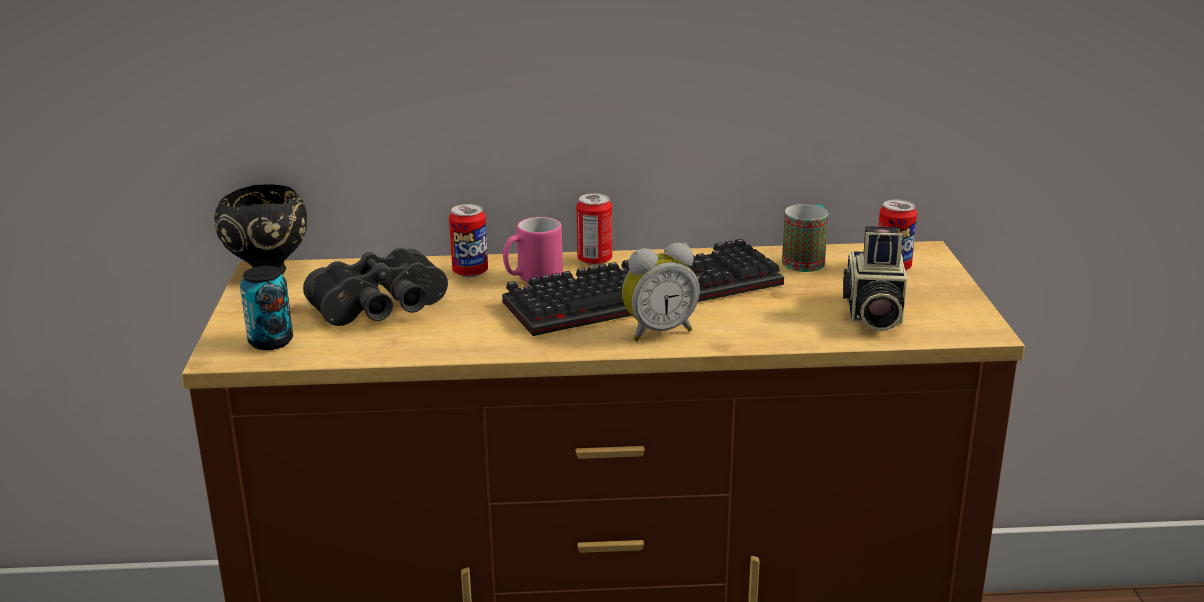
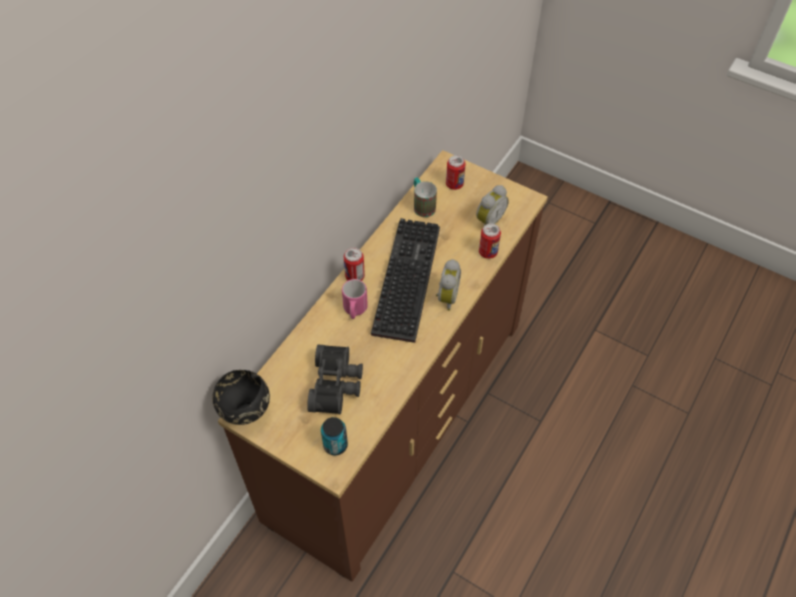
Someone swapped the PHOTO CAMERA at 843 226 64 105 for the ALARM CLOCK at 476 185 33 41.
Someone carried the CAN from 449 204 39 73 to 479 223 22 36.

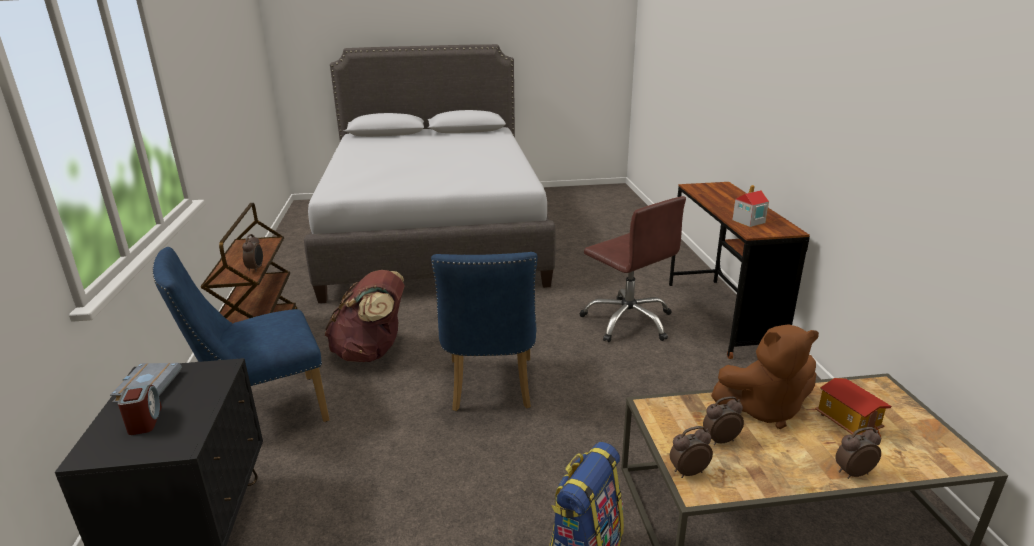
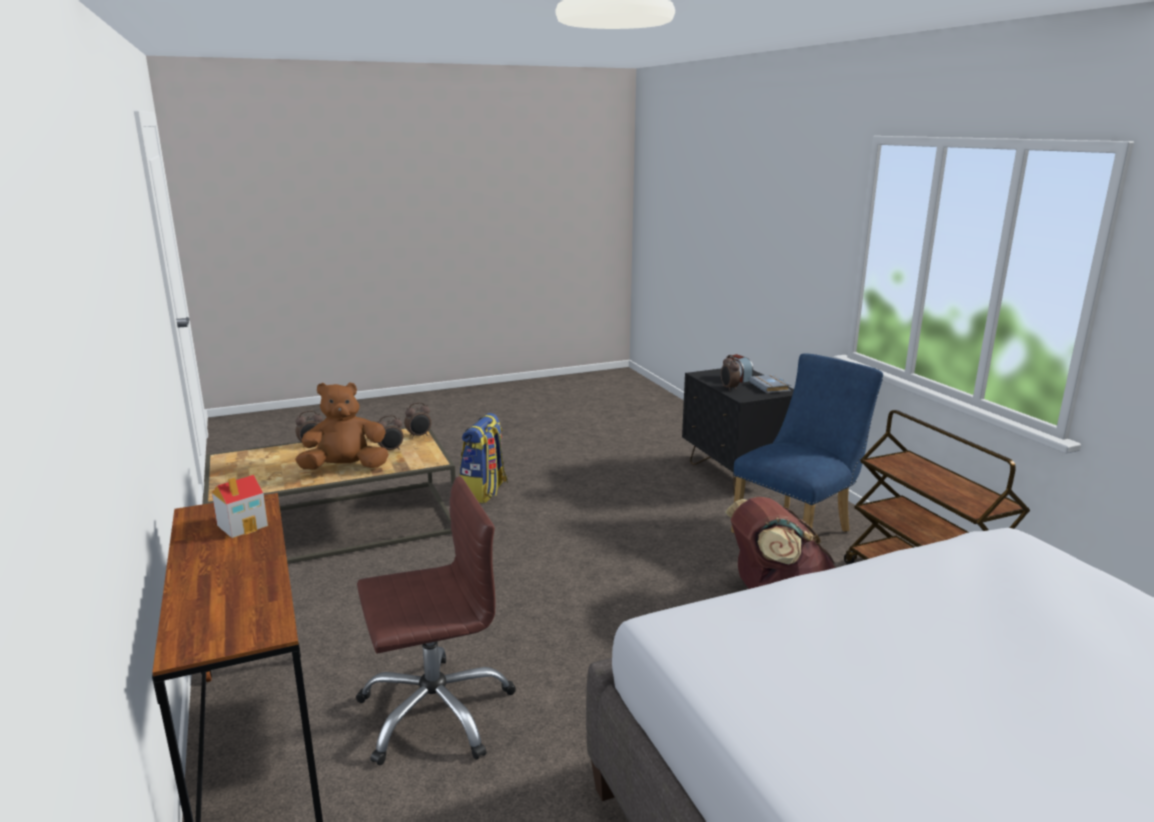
Someone rotated the BROWN OFFICE CHAIR at 580 196 106 146 by 120 degrees clockwise.
Someone carried the ALARM CLOCK from 242 234 21 38 to 721 355 19 36.
Someone took away the BLUE CHAIR at 431 252 107 159.
Someone took away the TOY HOUSE at 815 378 77 61.

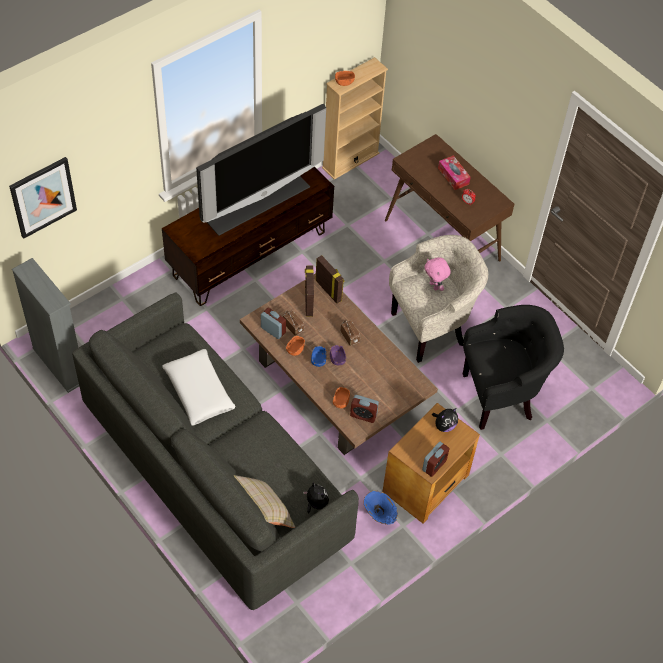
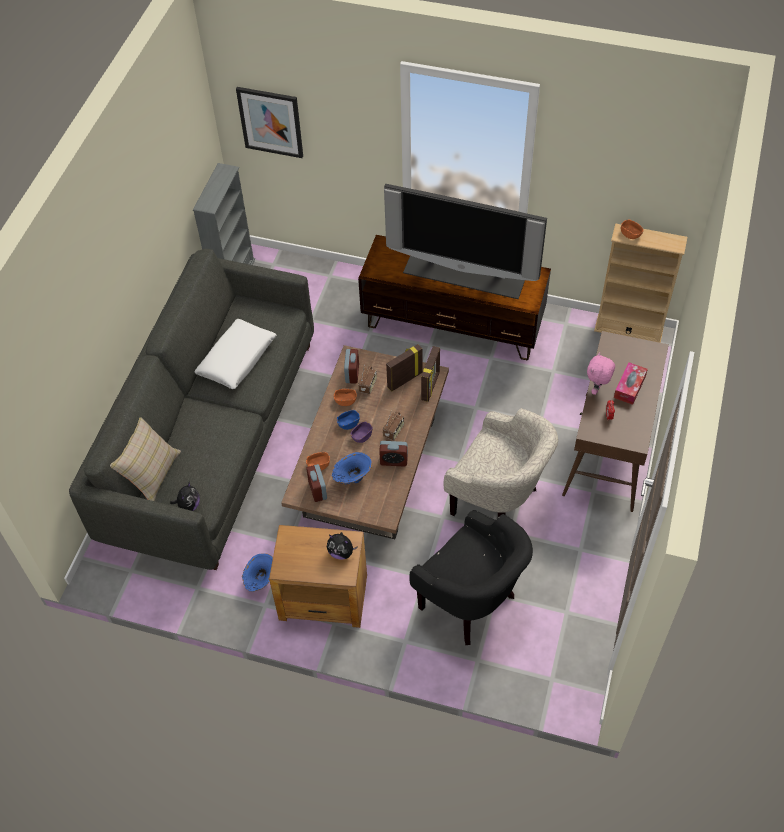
Someone put down the BLUE VASE at 332 452 40 32.
Someone carried the ALARM CLOCK from 422 442 28 35 to 379 441 29 26.
Someone carried the PINK PLUSH TOY from 424 257 27 34 to 587 352 28 43.

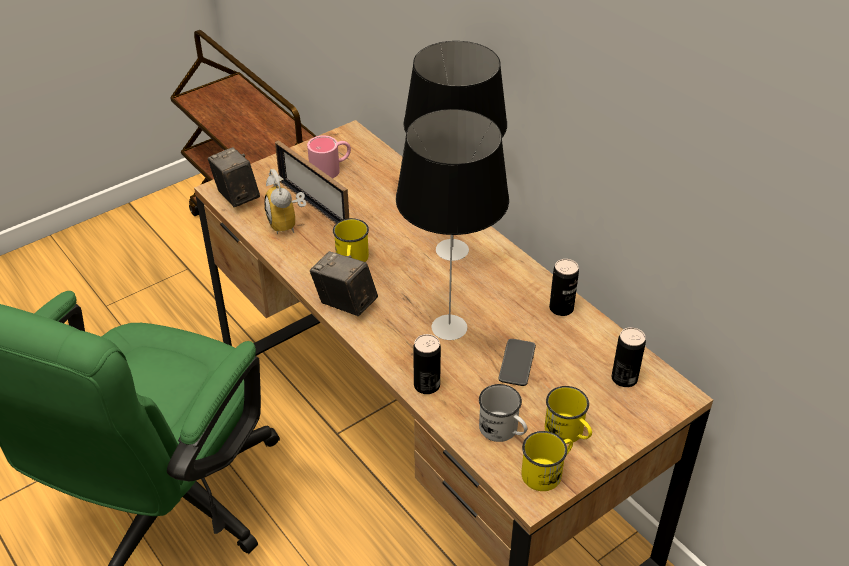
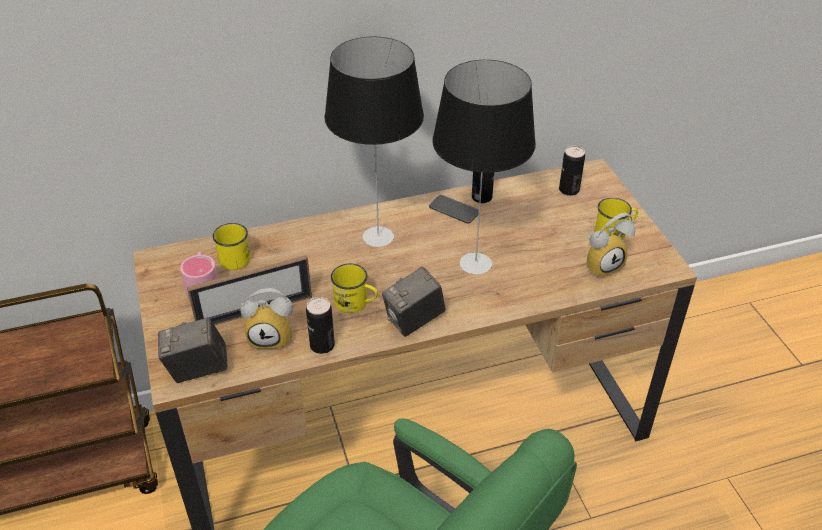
Someone carried the YELLOW MUG from 521 431 52 60 to 213 223 37 47.
Someone carried the CAN from 413 334 28 60 to 306 297 29 57.
Someone carried the PHONE from 498 339 38 47 to 429 195 50 28.
Someone swapped the WHITE MUG at 479 384 48 58 for the ALARM CLOCK at 587 213 48 65.

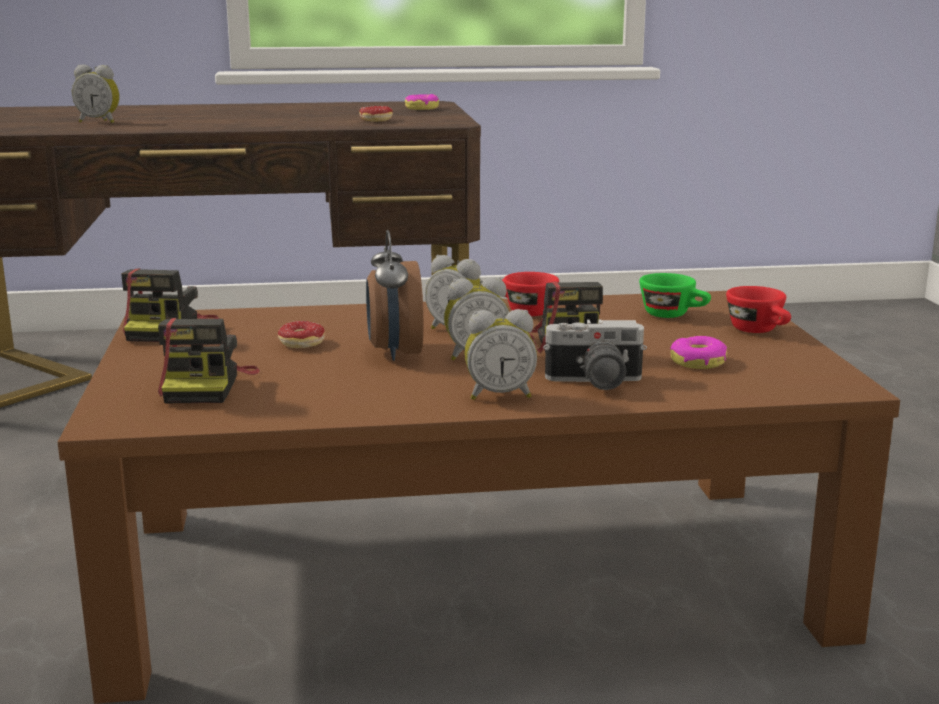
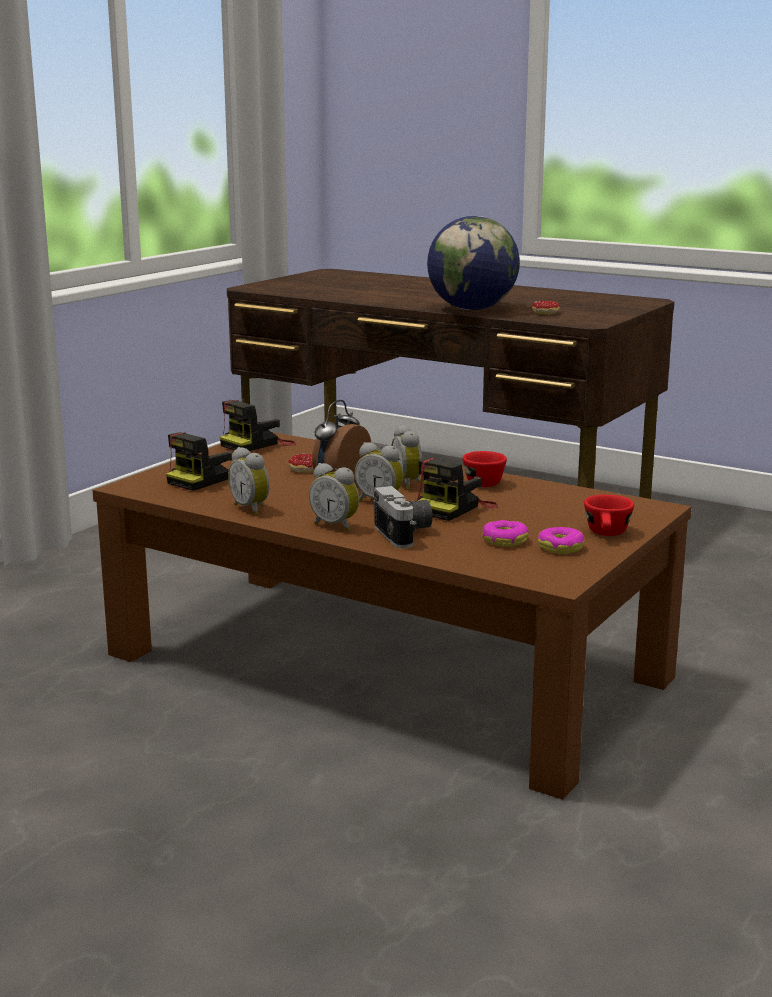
Someone carried the ALARM CLOCK from 72 64 48 59 to 228 447 42 68.
Someone rotated the PHOTO CAMERA at 543 320 104 70 by 150 degrees counterclockwise.
Someone put down the GLOBE at 427 216 93 94.
Someone carried the DONUT from 405 94 34 16 to 538 527 46 27.
Someone took away the GREEN CUP at 639 273 72 45.

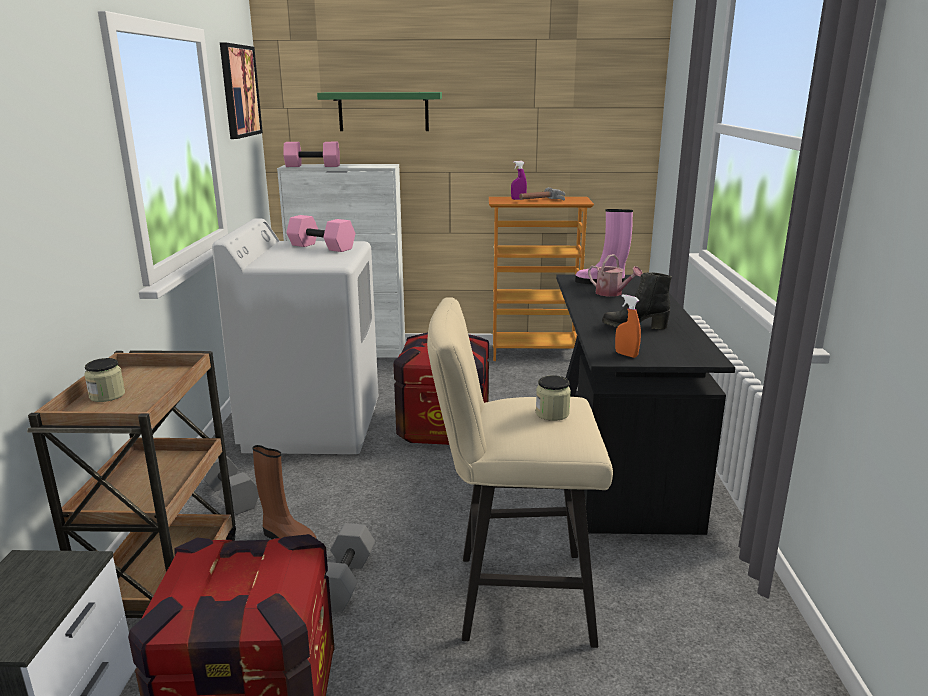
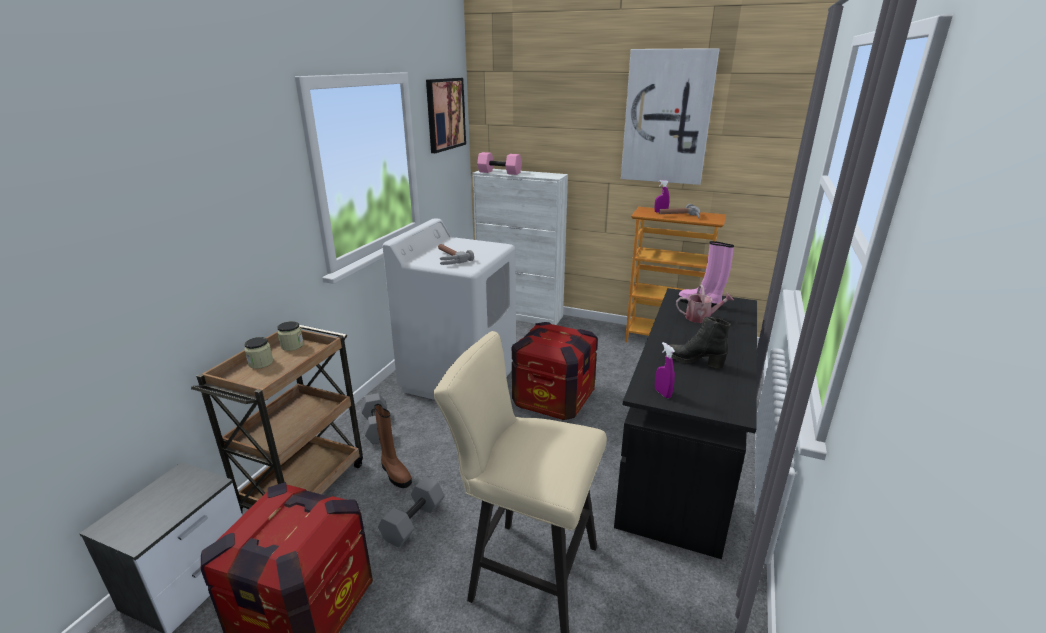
Someone carried the JAR from 536 375 35 46 to 277 321 27 30.
Someone put down the HAMMER at 438 244 36 21.
Someone put up the PICTURE at 621 48 98 137.
Someone repainted the ORANGE SPRAY BOTTLE at 615 294 26 64, which became the PURPLE SPRAY BOTTLE at 655 342 20 56.
Someone rotated the WATERING CAN at 588 254 55 43 by 60 degrees counterclockwise.
Someone took away the PINK DUMBBELL at 286 215 69 37.
Someone took away the GREEN SHELF at 317 92 125 39.

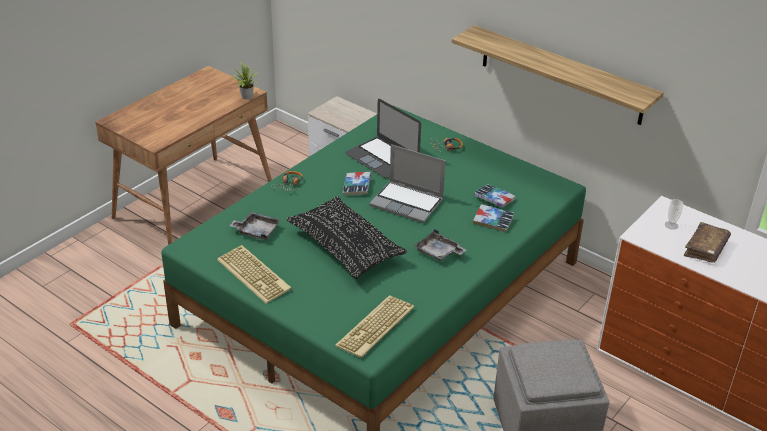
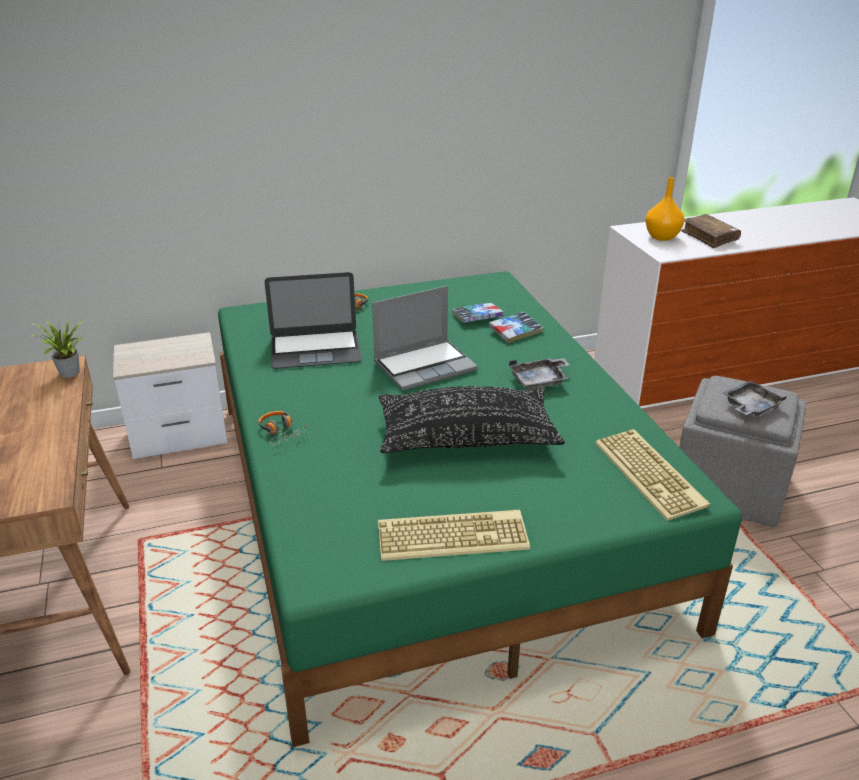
Someone swapped the CUP at 665 199 18 31 for the ORANGE VASE at 645 177 39 64.
Someone carried the GREY TRAY from 229 212 52 28 to 723 381 64 35.
Someone took away the BOOK at 343 172 28 23.
Someone took away the SHELF at 452 25 212 100.

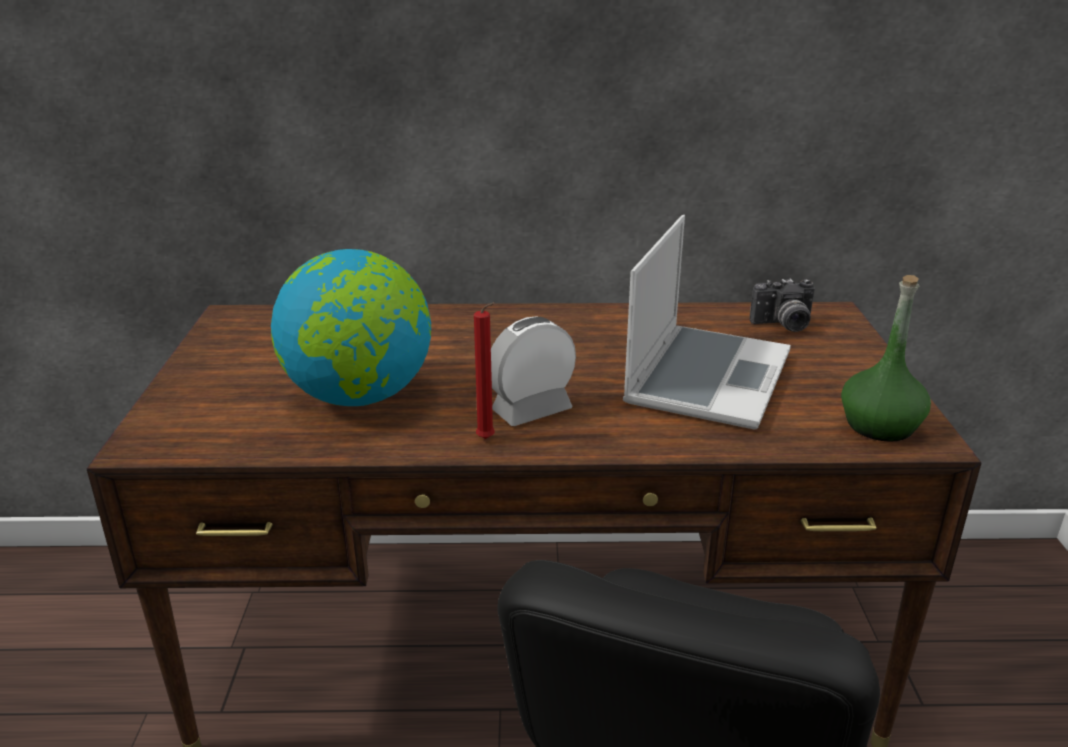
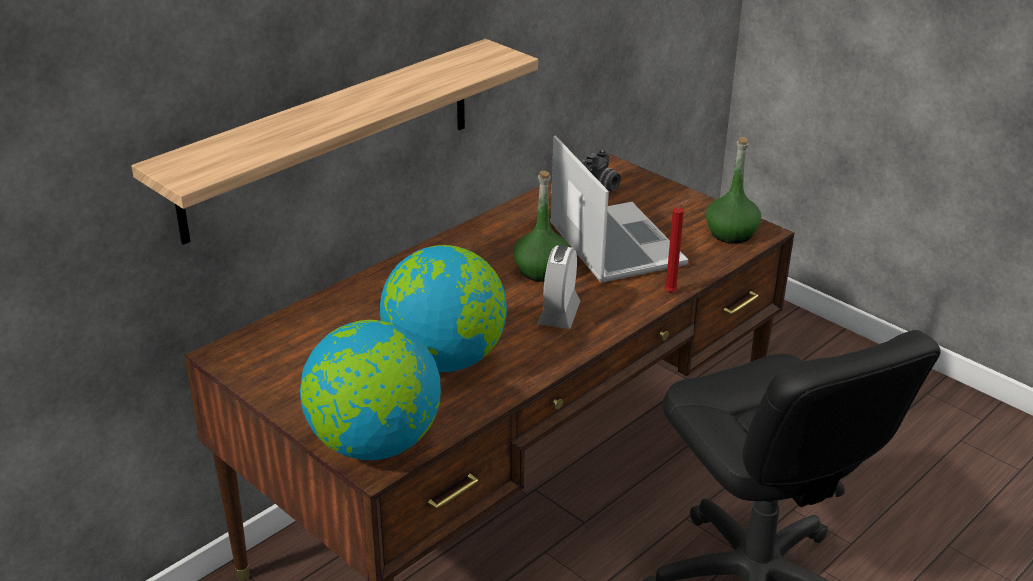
Someone put up the SHELF at 131 39 407 206.
Someone put down the GLOBE at 300 320 141 140.
Someone put down the GREEN BOTTLE at 513 171 57 111.
Someone carried the RED CANDLE from 474 302 21 137 to 665 199 26 94.

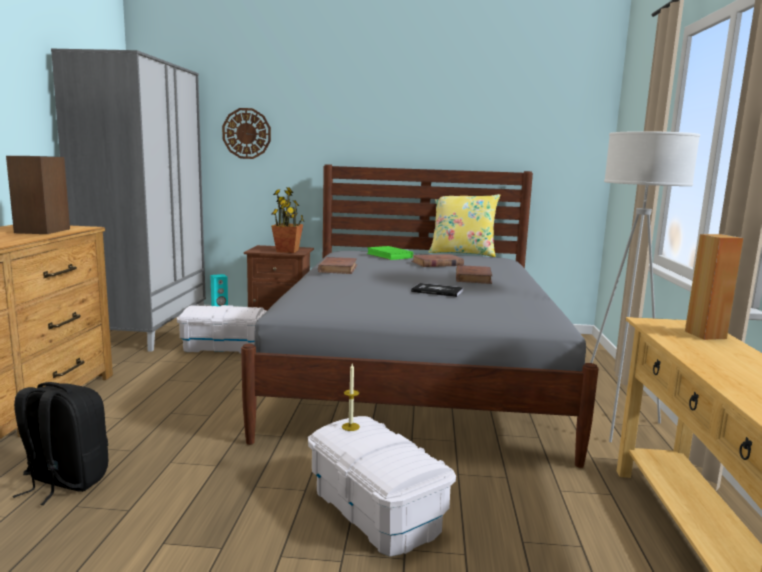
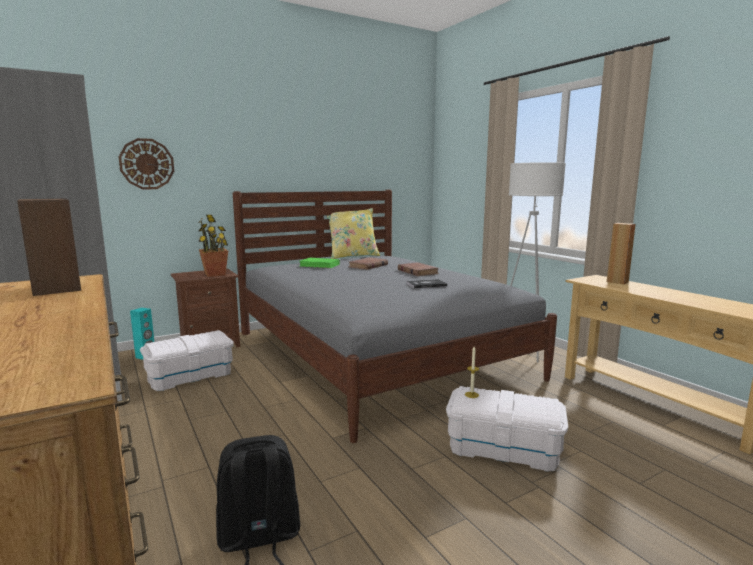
Someone took away the BROWN BOOK at 318 257 39 17.

